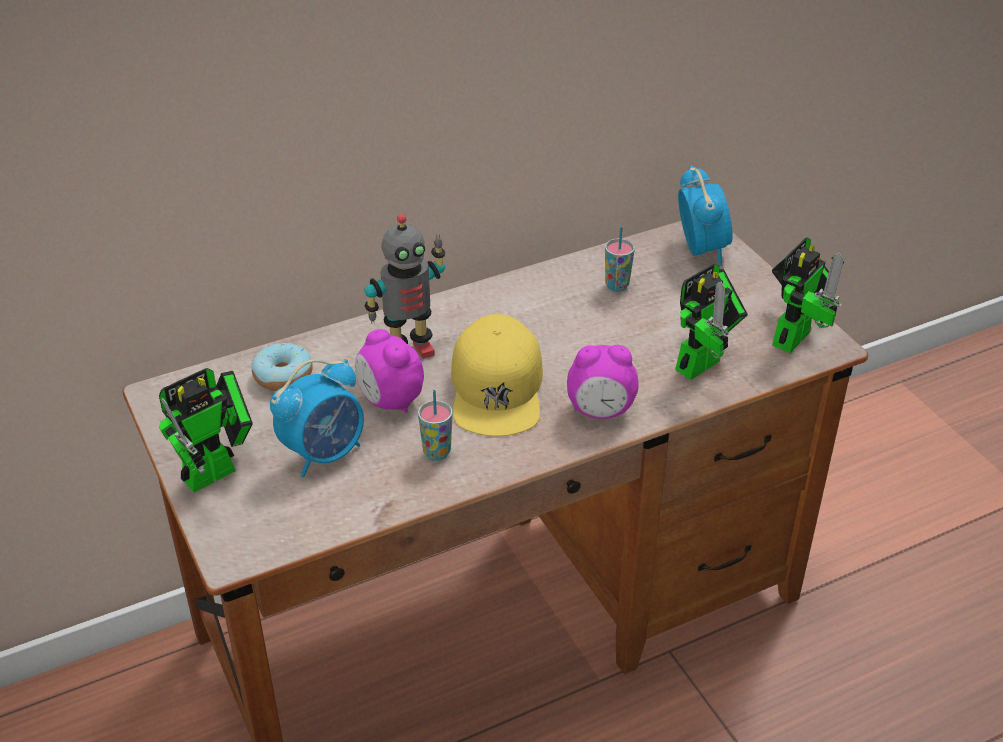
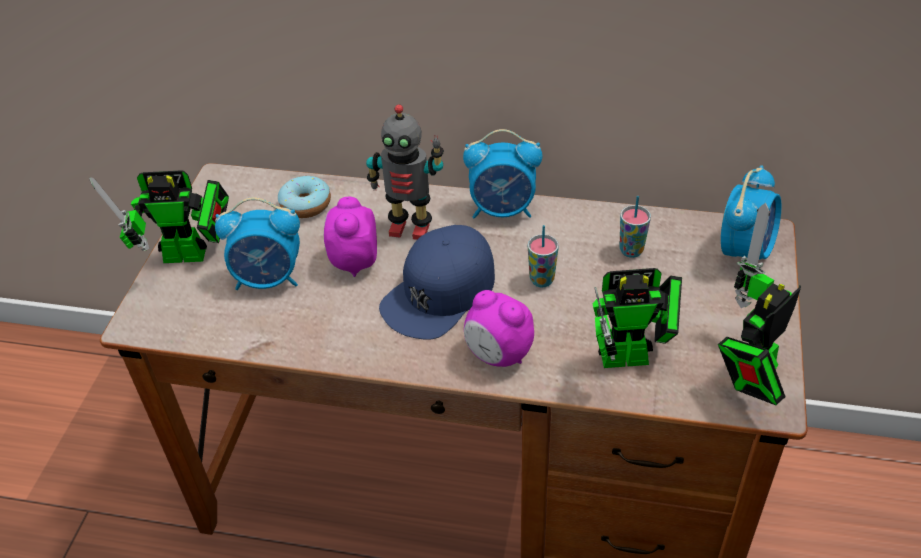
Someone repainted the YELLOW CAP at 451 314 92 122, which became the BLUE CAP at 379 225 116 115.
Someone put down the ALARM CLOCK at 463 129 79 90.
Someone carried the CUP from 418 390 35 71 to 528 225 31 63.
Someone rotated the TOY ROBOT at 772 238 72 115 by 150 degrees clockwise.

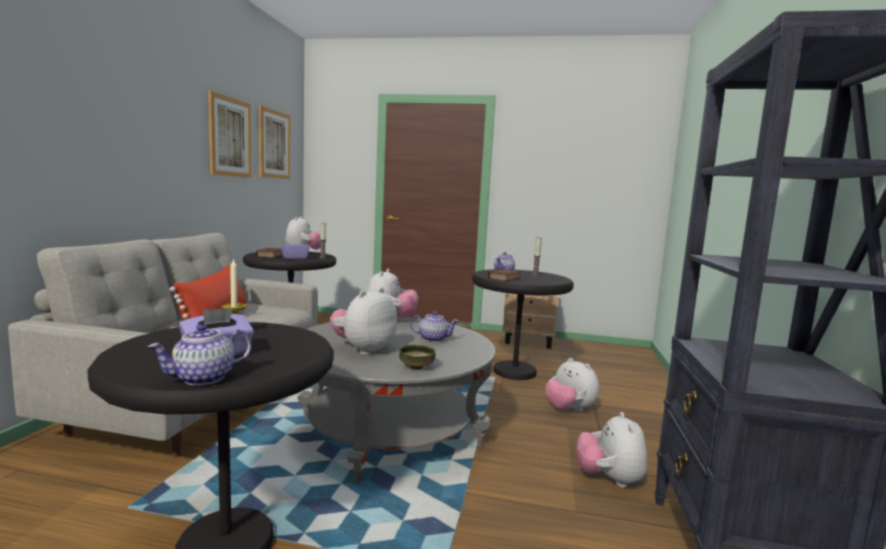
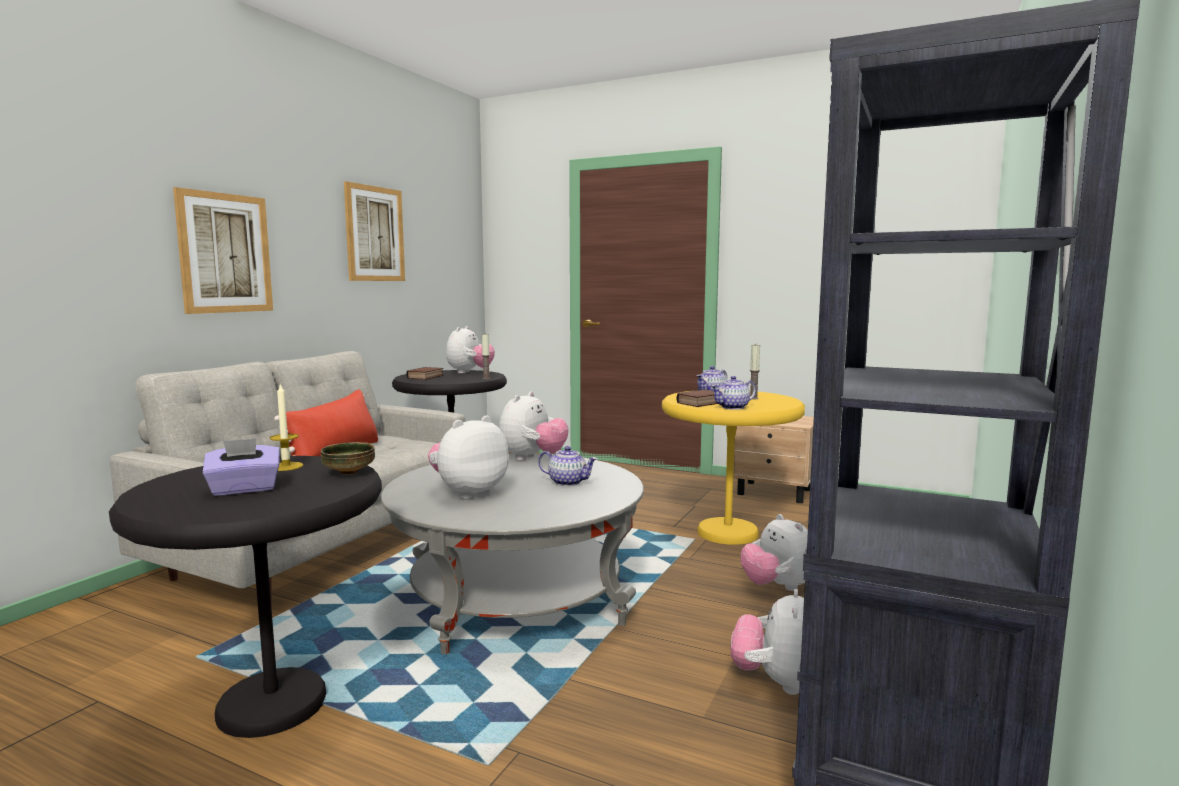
Someone carried the PICTURE from 259 106 31 73 to 173 187 100 127.
Someone carried the BOWL from 399 345 37 24 to 321 442 54 33.
Someone repainted the BLACK SIDE TABLE at 472 269 102 111, which became the YELLOW SIDE TABLE at 662 391 143 154.
Someone carried the TEAPOT from 148 324 104 61 to 710 376 46 34.
Someone took away the PURPLE TISSUE BOX at 281 238 29 21.

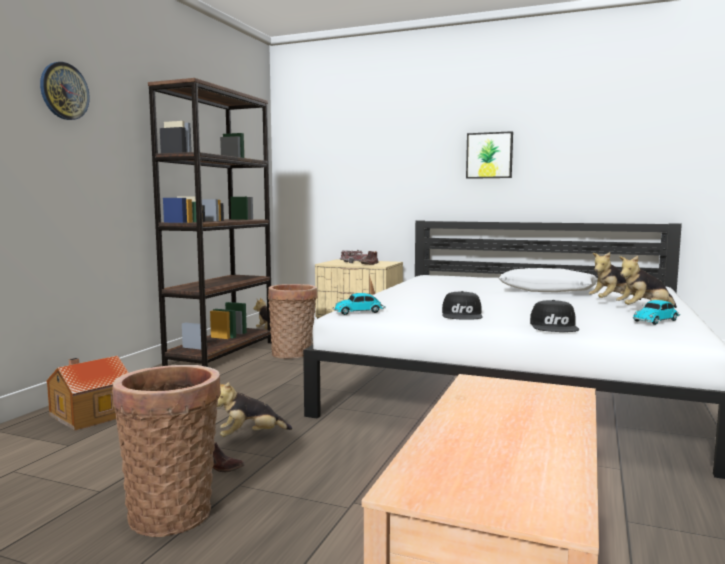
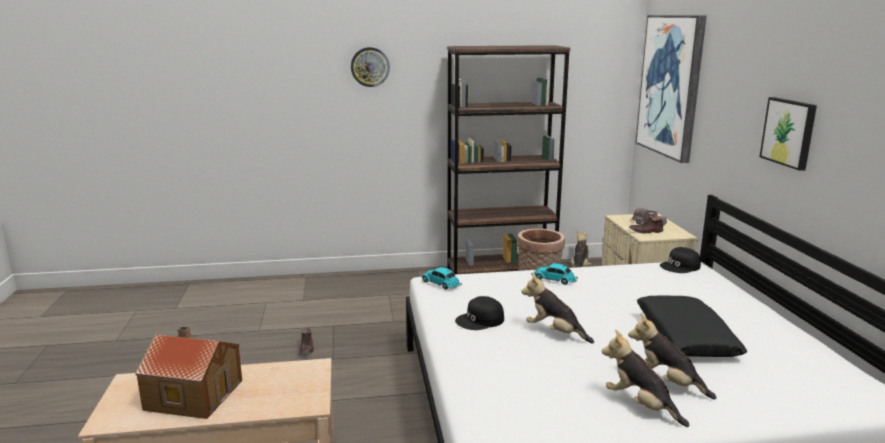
Someone carried the TOY HOUSE from 46 356 83 75 to 135 326 107 93.
Someone carried the PLUSH TOY from 217 382 75 55 to 521 273 73 71.
Someone carried the TOY CAR from 633 300 47 25 to 532 264 46 21.
Someone put up the PICTURE at 636 15 71 148.
Someone repainted the WHITE PILLOW at 499 268 99 24, which became the BLACK PILLOW at 637 296 110 61.
Someone carried the BLACK CAP from 530 300 49 32 to 660 247 41 26.
Someone took away the BASKET at 112 365 109 172.

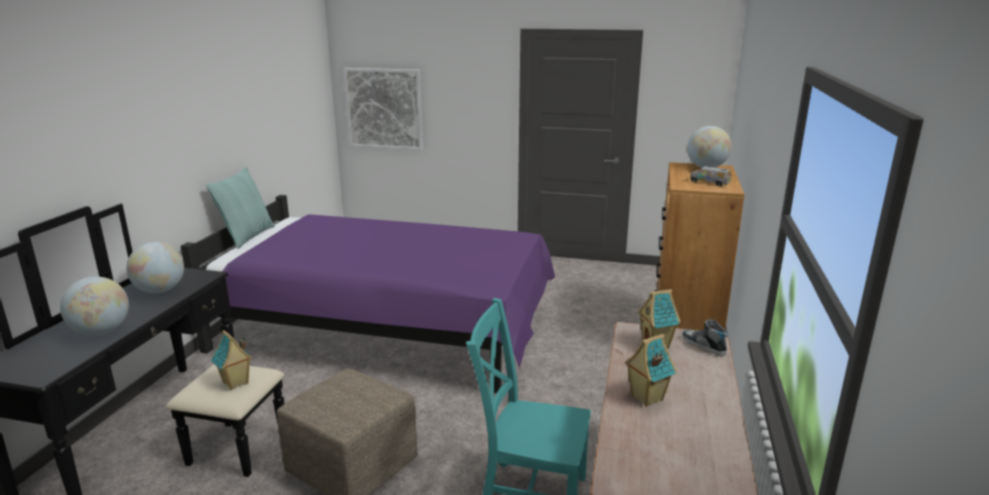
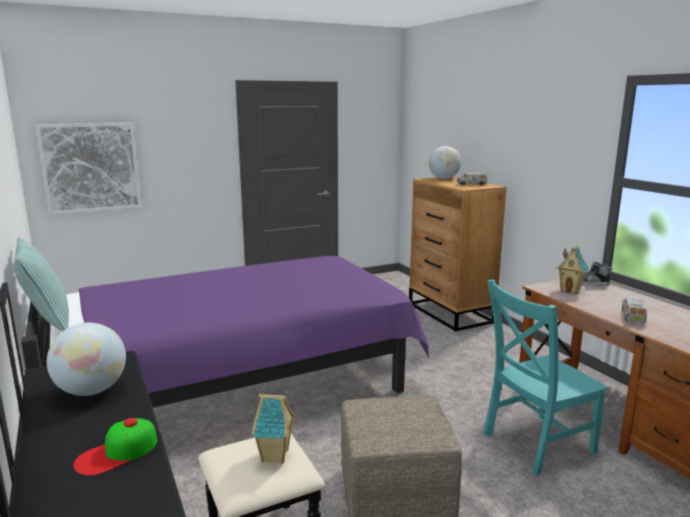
Someone swapped the GLOBE at 60 276 69 60 for the CAP at 73 418 84 58.
Someone swapped the TOY HOUSE at 624 334 53 73 for the TOY TRUCK at 622 297 25 26.

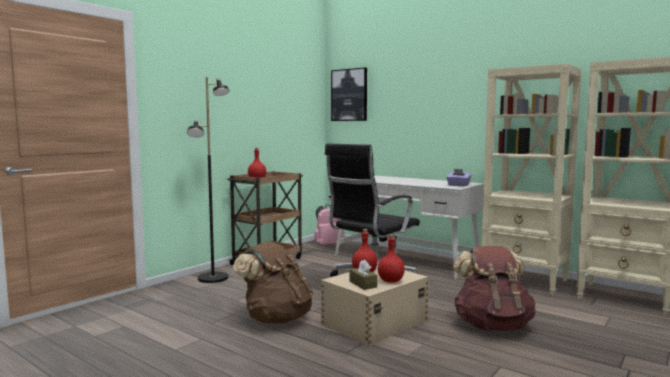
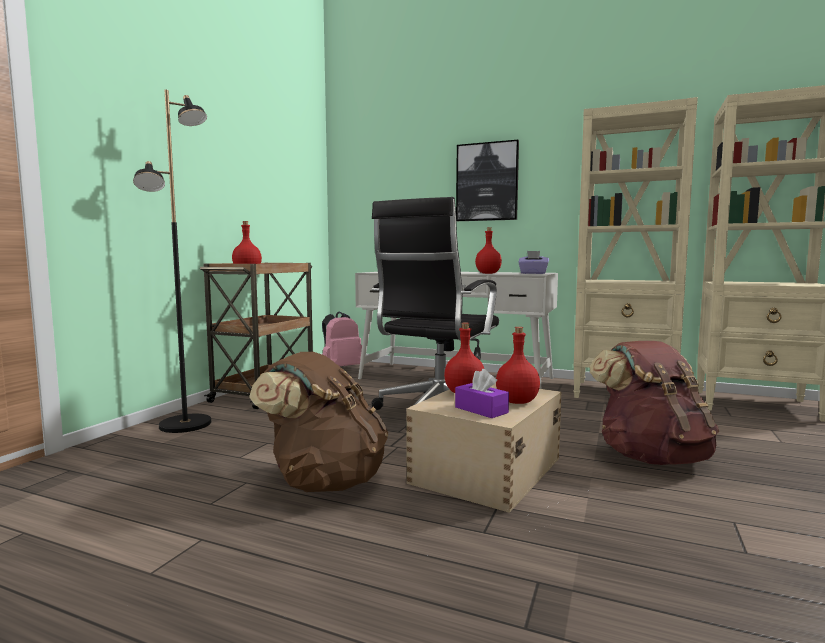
Someone repainted the BROWN TISSUE BOX at 350 260 27 30, which became the PURPLE TISSUE BOX at 455 369 54 49.
Someone carried the PICTURE from 331 68 36 53 to 456 140 63 81.
Someone put down the RED BOTTLE at 475 227 27 47.

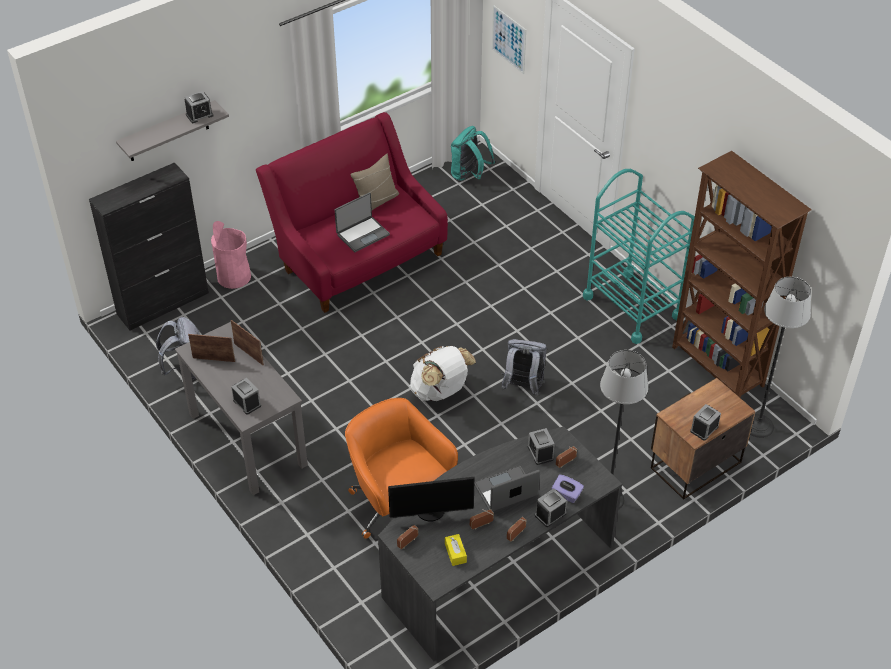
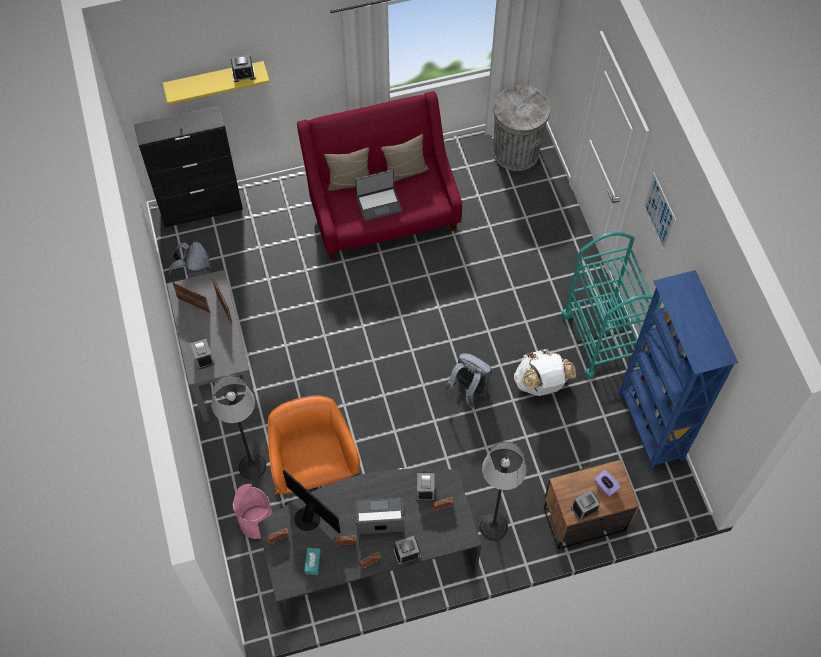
Someone repainted the GREY SHELF at 116 100 113 61, which became the YELLOW SHELF at 163 61 106 43.
Someone carried the FLOOR LAMP from 750 277 61 161 to 212 375 54 105.
Someone carried the PINK TRASH CAN from 211 221 40 68 to 233 484 40 55.
Someone rotated the MONITOR at 388 476 87 46 by 150 degrees counterclockwise.
Someone repainted the YELLOW TISSUE BOX at 445 534 22 32, which became the TURQUOISE TISSUE BOX at 304 548 17 27.
Someone put down the BEIGE PILLOW at 324 147 46 44.
Someone swapped the TURQUOISE BACKPACK at 451 126 44 55 for the GREY TRASH CAN at 493 85 57 86.
Someone carried the WHITE BACKPACK from 410 346 66 55 to 514 349 62 47.
Someone carried the PURPLE TISSUE BOX from 552 474 32 29 to 594 469 27 28.
Someone repainted the BROWN BOOKCASE at 672 151 140 247, which became the BLUE BOOKCASE at 619 270 119 200.
Someone carried the PICTURE from 492 5 34 69 to 643 173 33 79.

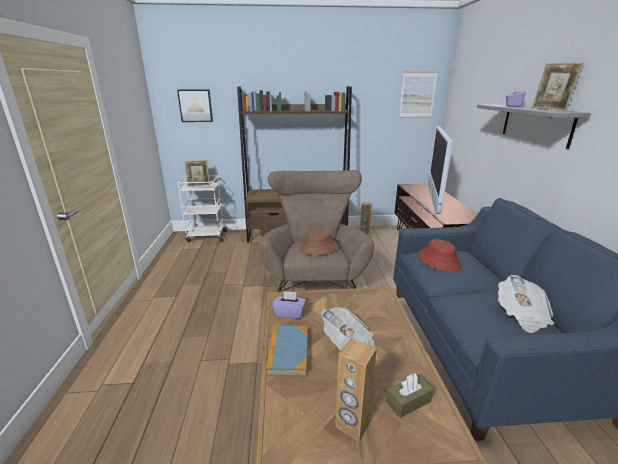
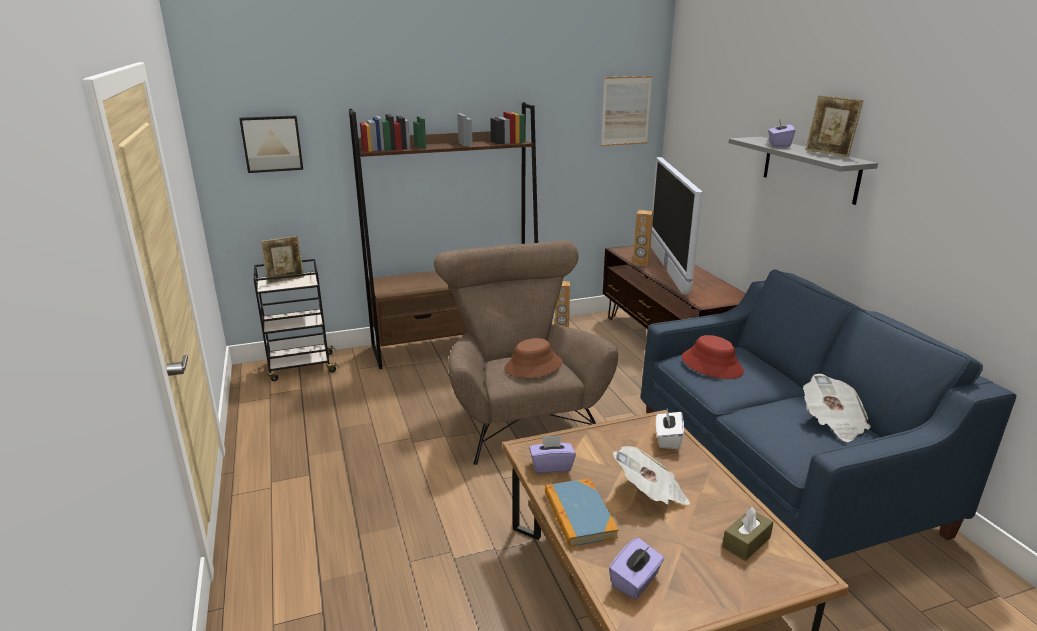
Someone repainted the WHITE CART at 178 175 51 67, which became the BLACK CART at 254 259 85 122.
Someone put down the PURPLE TISSUE BOX at 609 538 55 61.
Someone carried the BROWN SPEAKER from 335 338 42 104 to 633 210 20 56.
Someone put down the WHITE TISSUE BOX at 656 409 28 40.

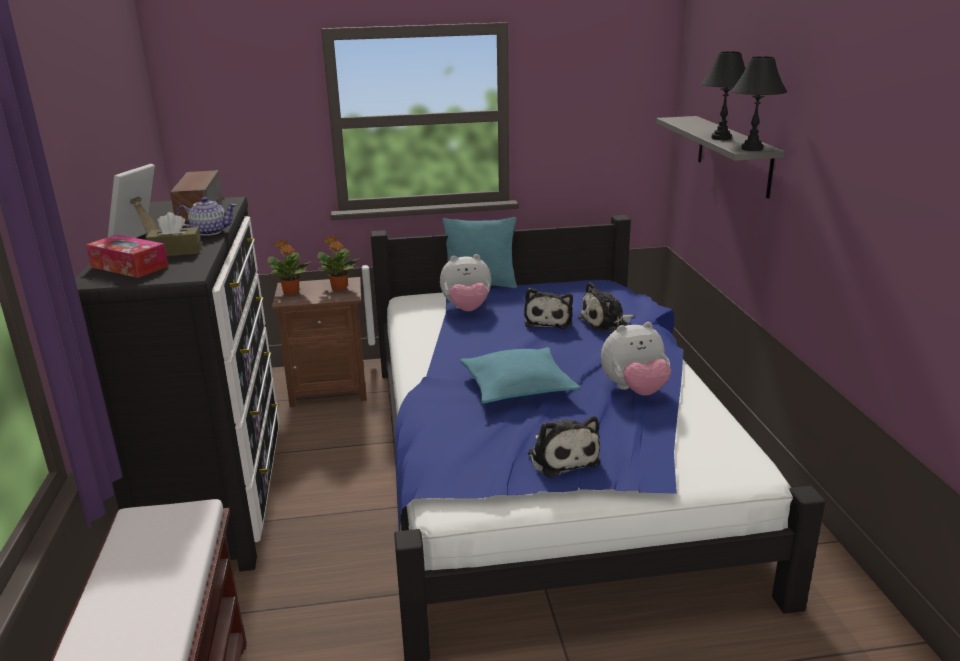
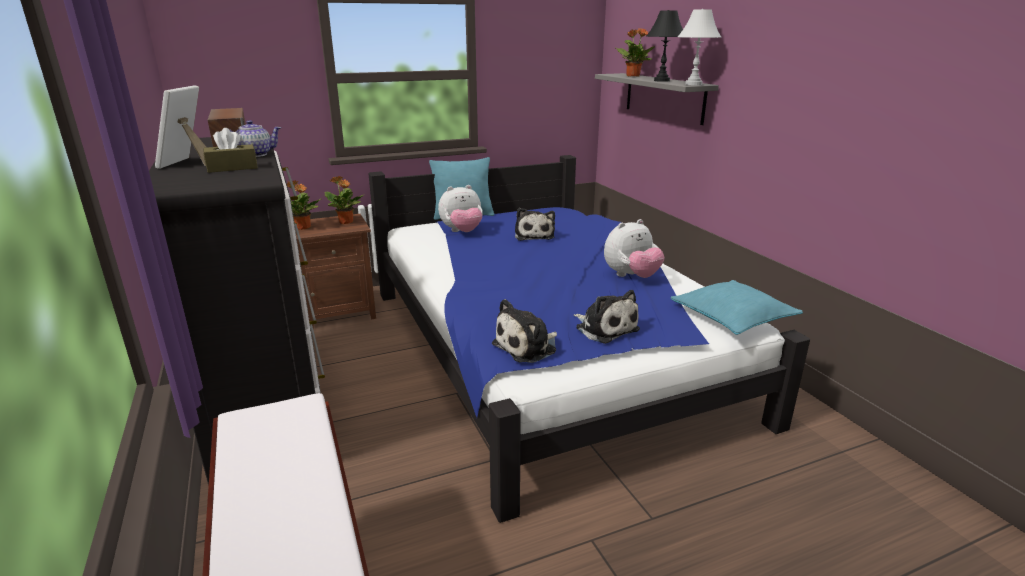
Someone carried the PLUSH TOY from 578 282 57 50 to 492 299 65 64.
Someone put down the POTTED PLANT at 615 28 40 49.
Someone carried the TURQUOISE PILLOW from 460 347 121 57 to 671 280 132 55.
Someone repainted the BLACK TABLE LAMP at 731 56 56 95, which became the WHITE TABLE LAMP at 678 9 43 76.
Someone took away the TISSUE BOX at 86 234 83 44.

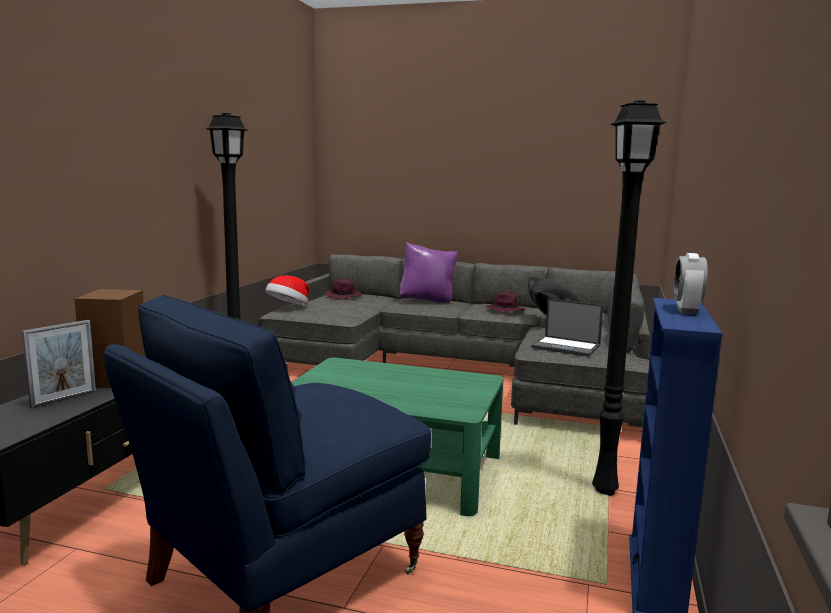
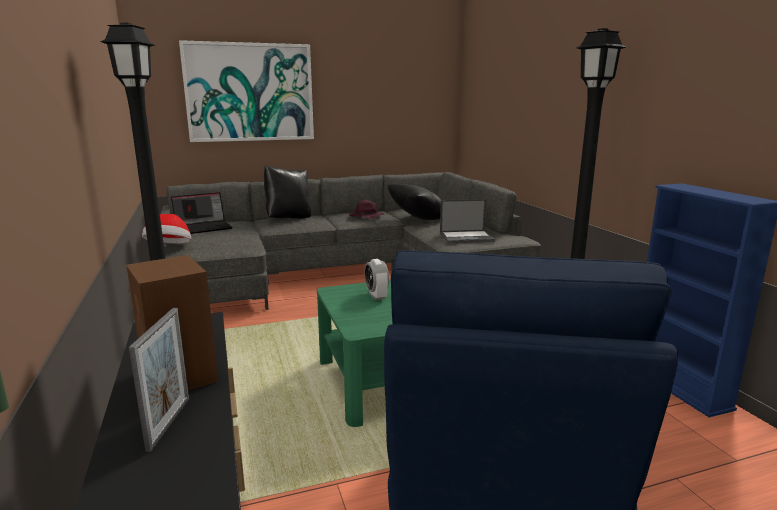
Someone swapped the PURPLE HAT at 325 279 37 21 for the LAPTOP at 171 192 61 42.
Someone put up the PICTURE at 179 40 135 102.
Someone repainted the PURPLE PILLOW at 400 242 58 61, which became the BLACK PILLOW at 264 165 47 54.
Someone carried the ALARM CLOCK from 674 253 34 61 to 364 259 25 41.

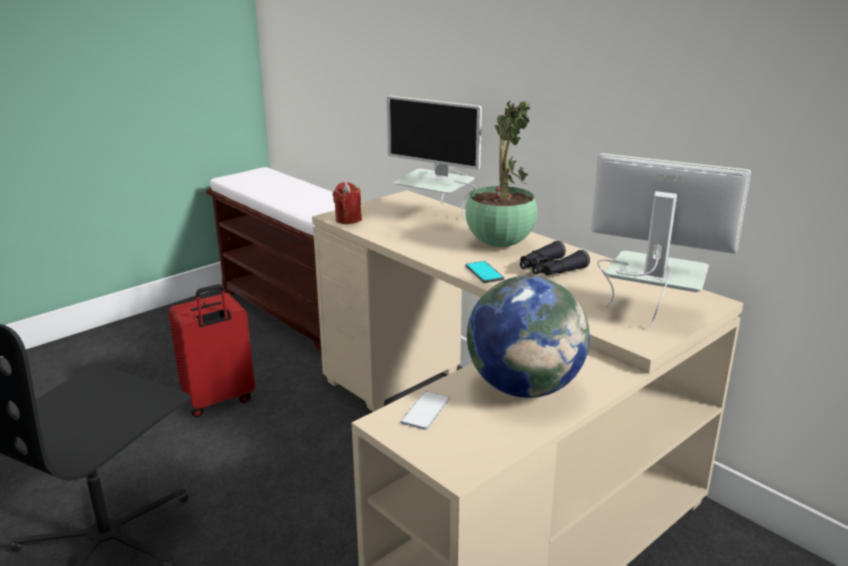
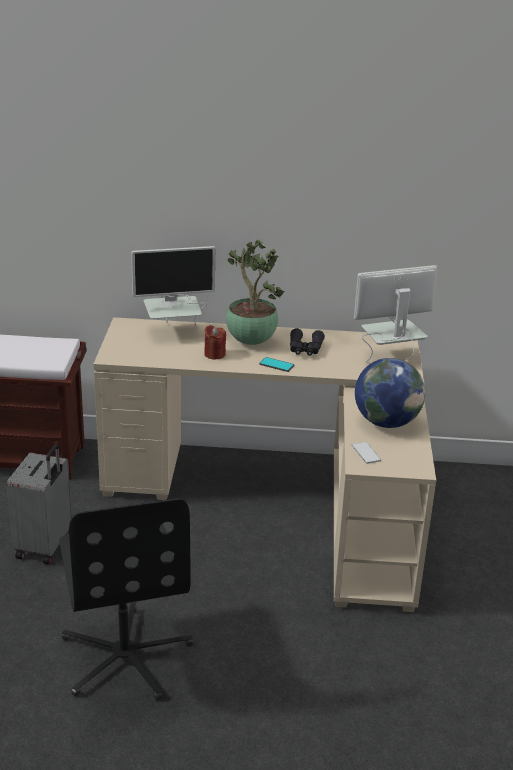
Someone repainted the RED SUITCASE at 168 284 87 133, which became the GREY SUITCASE at 7 444 65 120.
Someone carried the RED CANDLE from 333 182 29 42 to 204 325 22 34.

